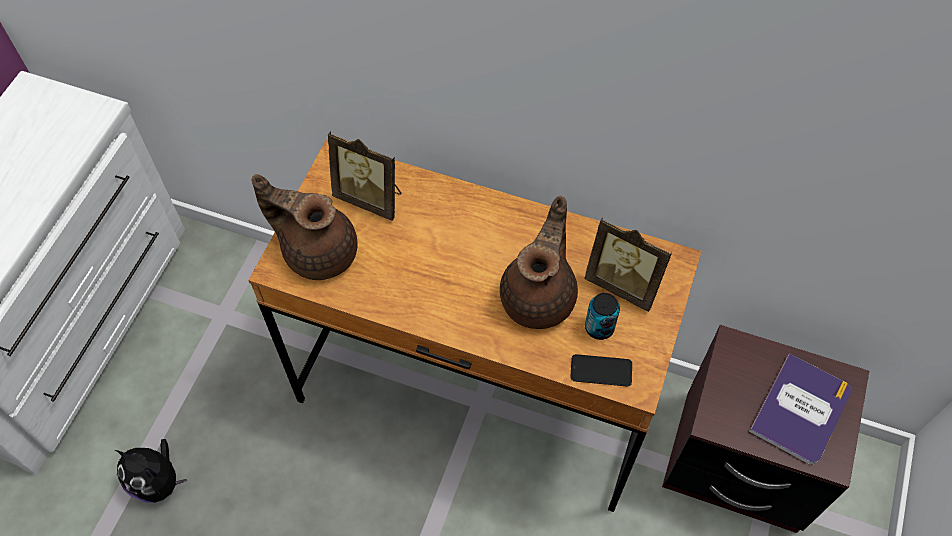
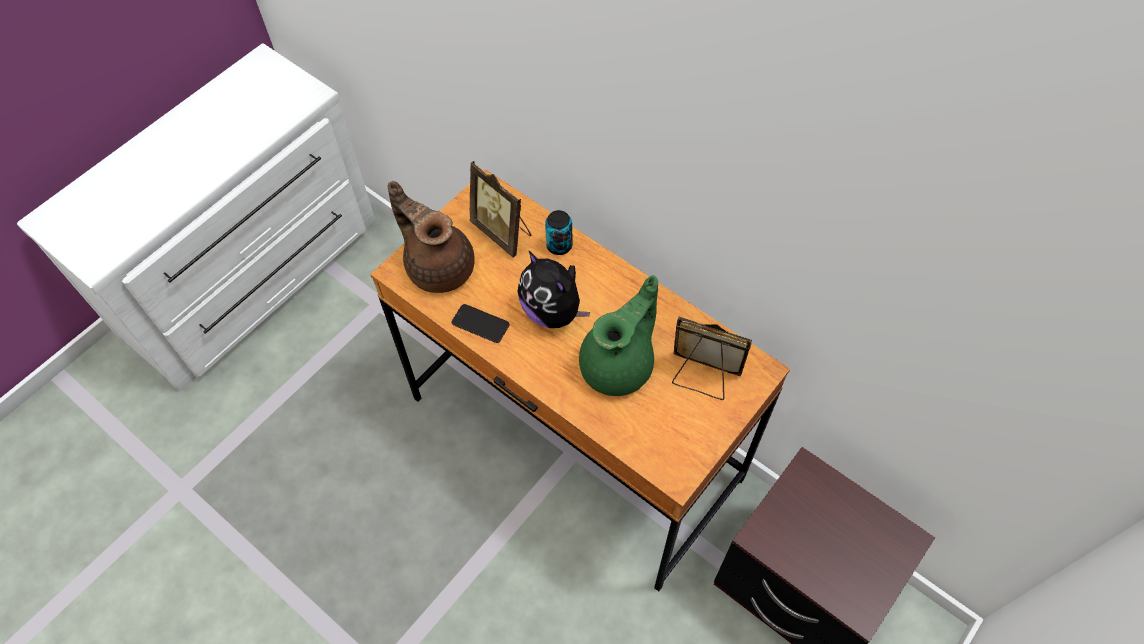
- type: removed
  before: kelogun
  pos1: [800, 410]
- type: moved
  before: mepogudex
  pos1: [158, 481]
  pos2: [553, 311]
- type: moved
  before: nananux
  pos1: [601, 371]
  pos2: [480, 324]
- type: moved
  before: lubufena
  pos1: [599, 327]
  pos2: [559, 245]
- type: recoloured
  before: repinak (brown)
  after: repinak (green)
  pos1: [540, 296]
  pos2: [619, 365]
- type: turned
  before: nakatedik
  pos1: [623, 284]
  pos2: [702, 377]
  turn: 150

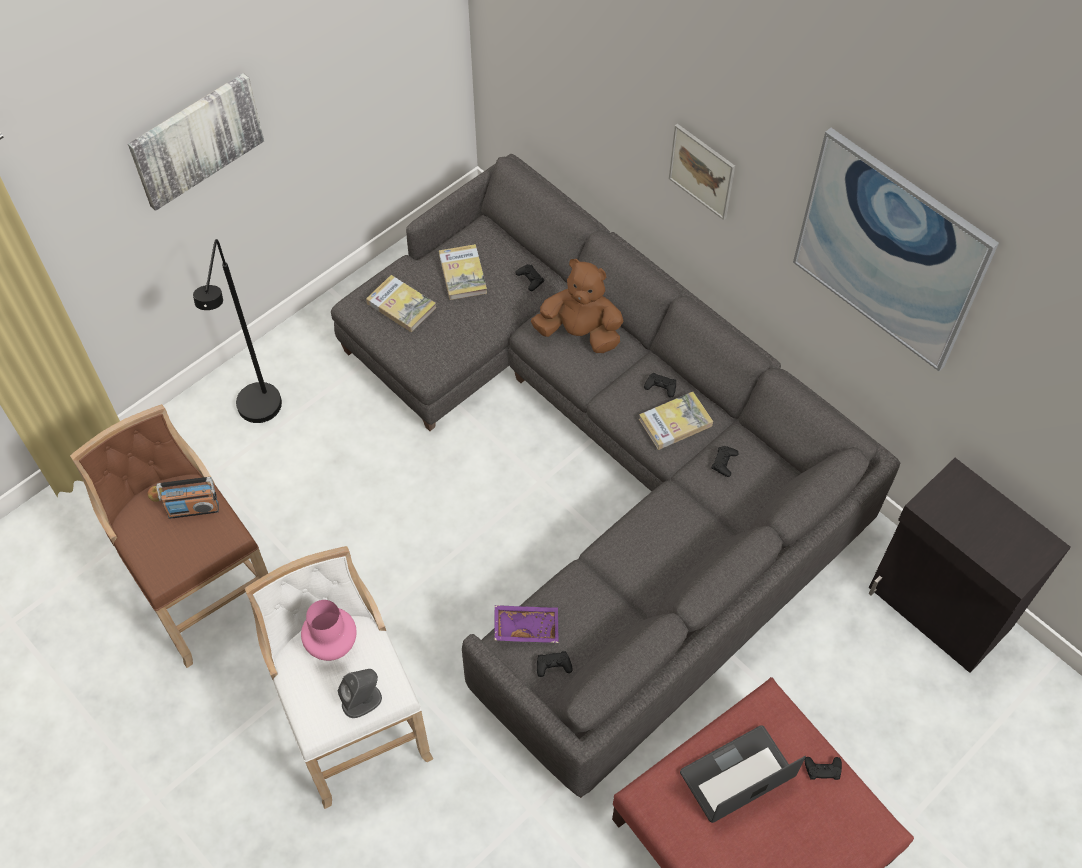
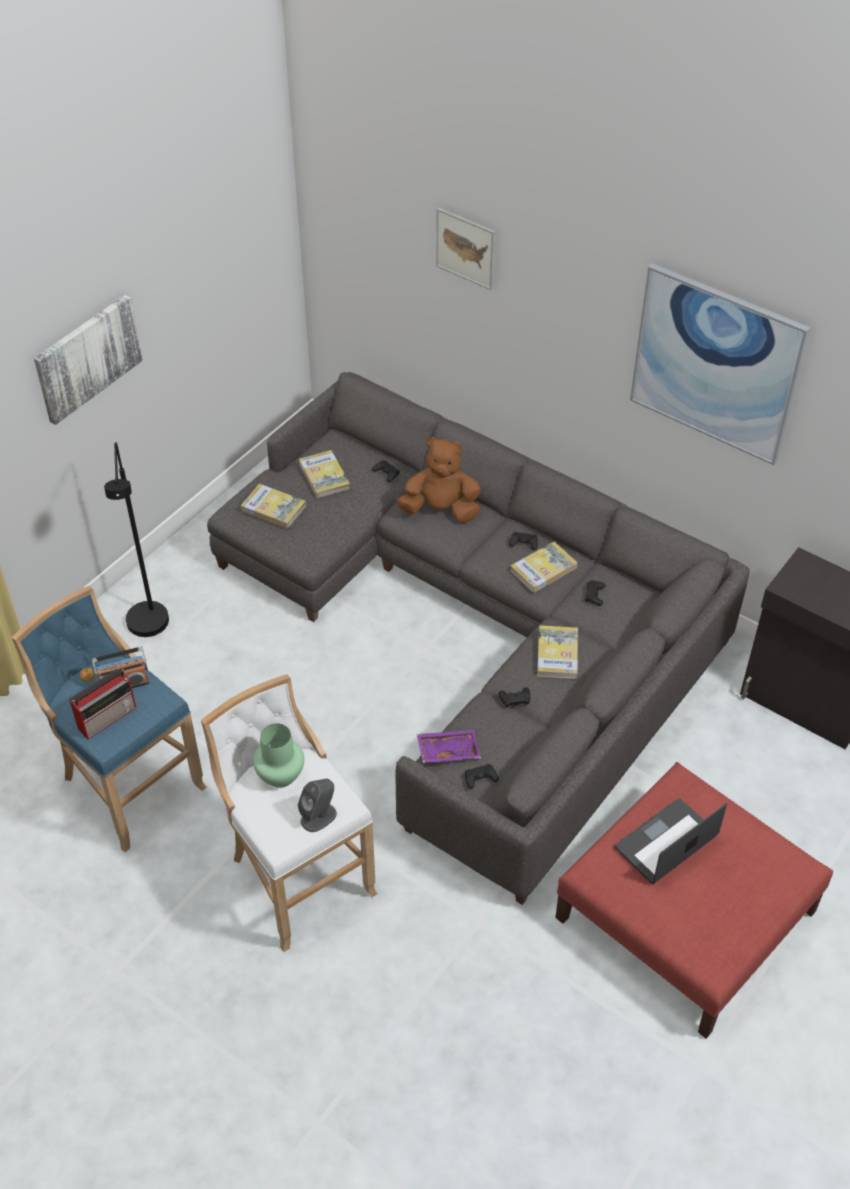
- type: added
  after: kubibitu
  pos2: [108, 717]
- type: added
  after: kelogun
  pos2: [557, 654]
- type: moved
  before: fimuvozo
  pos1: [702, 171]
  pos2: [465, 248]
- type: moved
  before: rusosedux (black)
  pos1: [822, 769]
  pos2: [515, 698]
- type: recoloured
  before: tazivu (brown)
  after: tazivu (blue)
  pos1: [204, 590]
  pos2: [128, 784]
- type: recoloured
  before: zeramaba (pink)
  after: zeramaba (green)
  pos1: [332, 643]
  pos2: [280, 774]

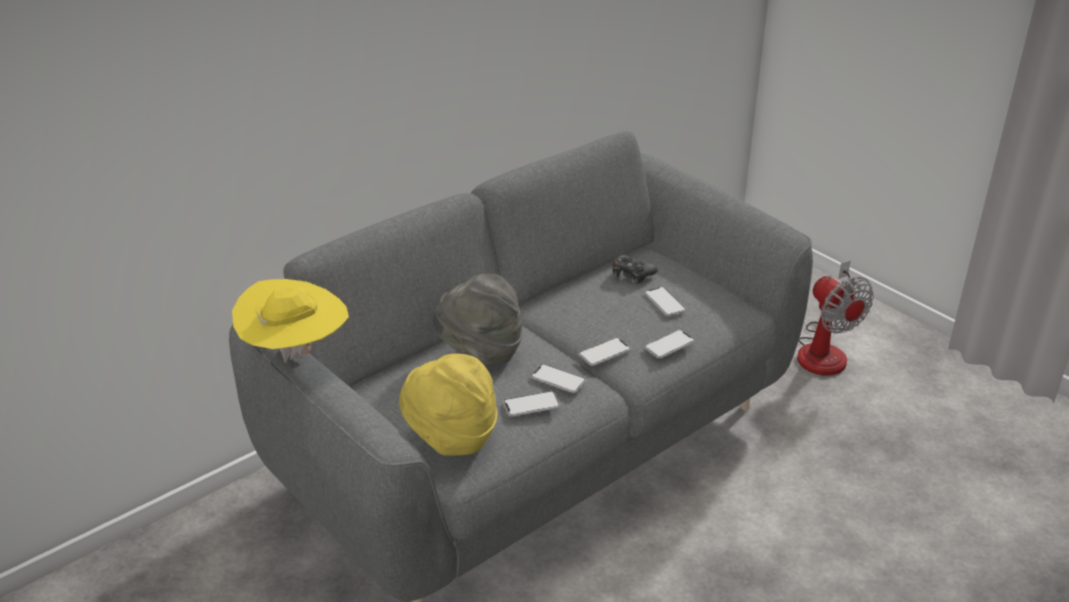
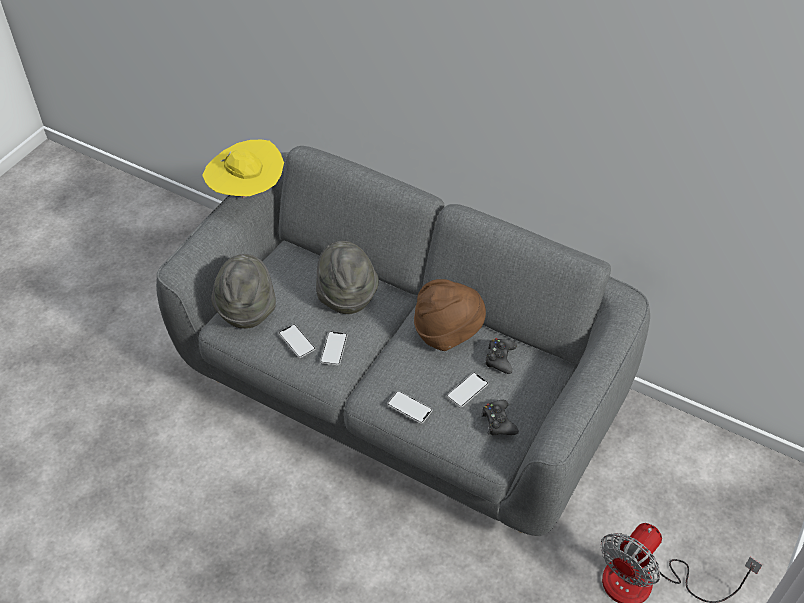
- type: removed
  before: nananux
  pos1: [604, 352]
- type: added
  after: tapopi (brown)
  pos2: [447, 333]
- type: added
  after: rusosedux (black)
  pos2: [498, 422]
- type: recoloured
  before: tapopi (yellow)
  after: tapopi (grey)
  pos1: [451, 437]
  pos2: [246, 309]

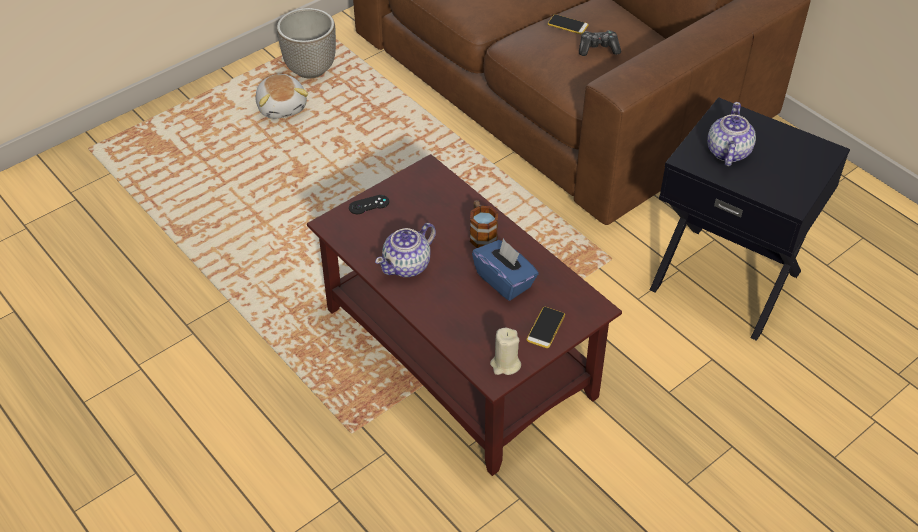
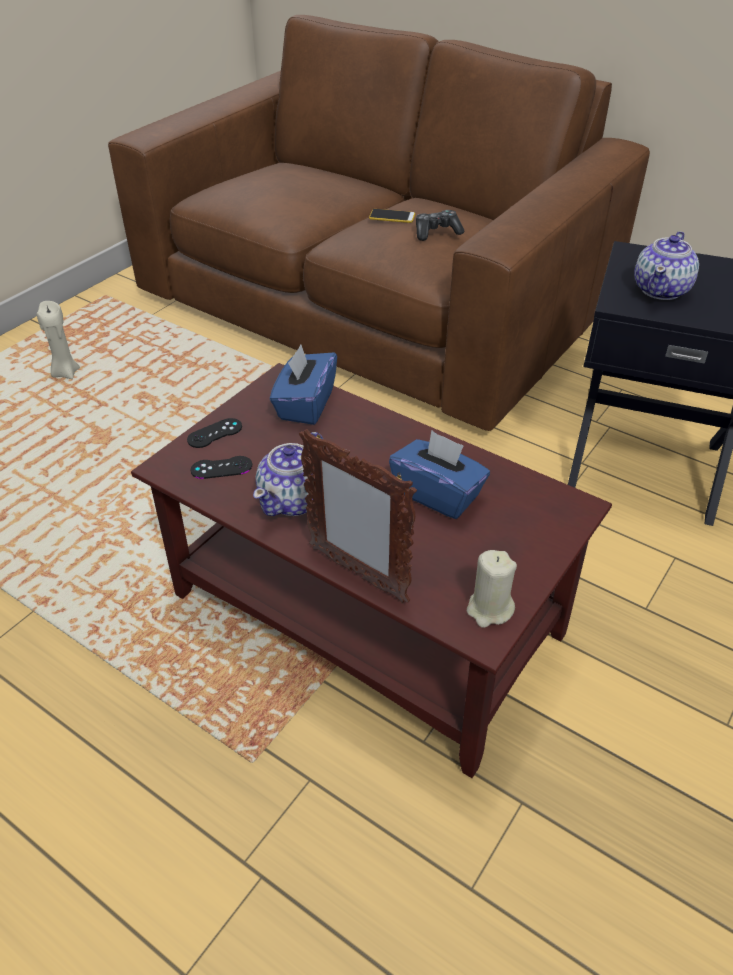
- type: removed
  before: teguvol
  pos1: [310, 69]
- type: removed
  before: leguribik
  pos1: [481, 234]
- type: removed
  before: nananux
  pos1: [545, 327]
- type: added
  after: rusosedux (black)
  pos2: [221, 468]
- type: added
  after: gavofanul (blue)
  pos2: [305, 404]
- type: added
  after: nakatedik
  pos2: [357, 574]
- type: replaced
  before: mepogudex
  after: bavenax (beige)
  pos1: [282, 106]
  pos2: [65, 373]
- type: turned
  before: repinak
  pos1: [727, 152]
  pos2: [661, 290]
  turn: -150

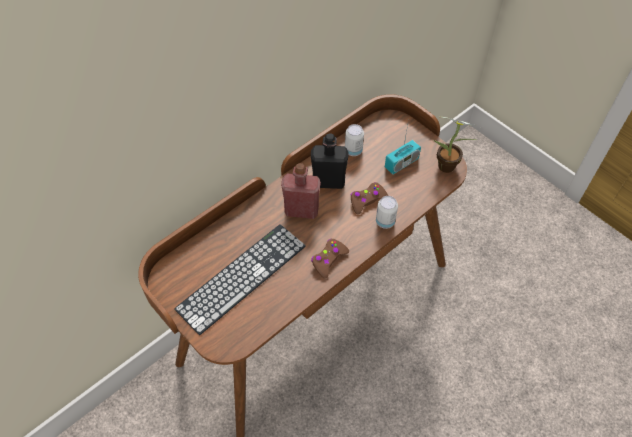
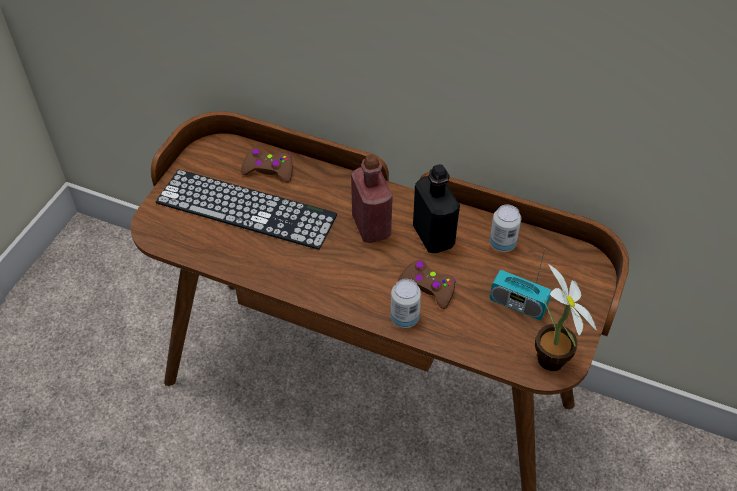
- type: moved
  before: rusosedux (brown)
  pos1: [328, 260]
  pos2: [268, 170]

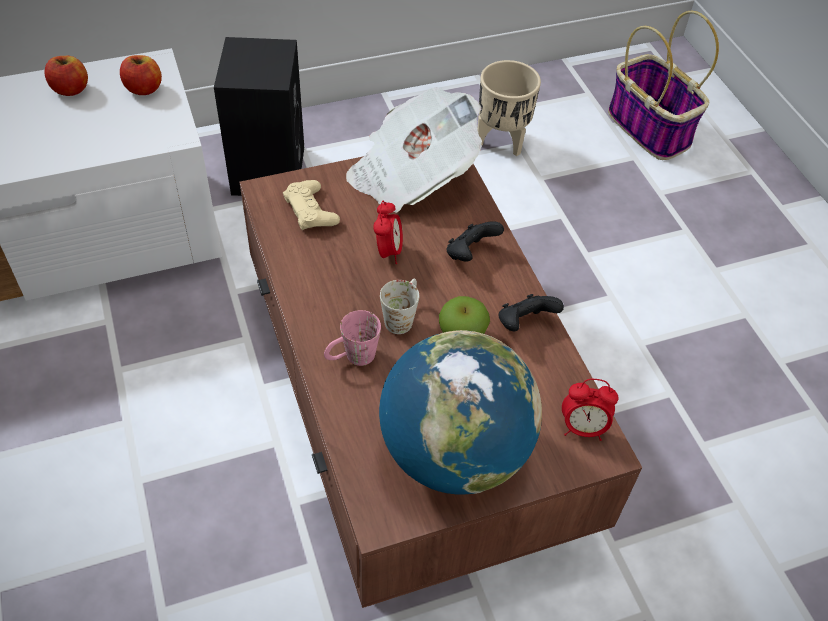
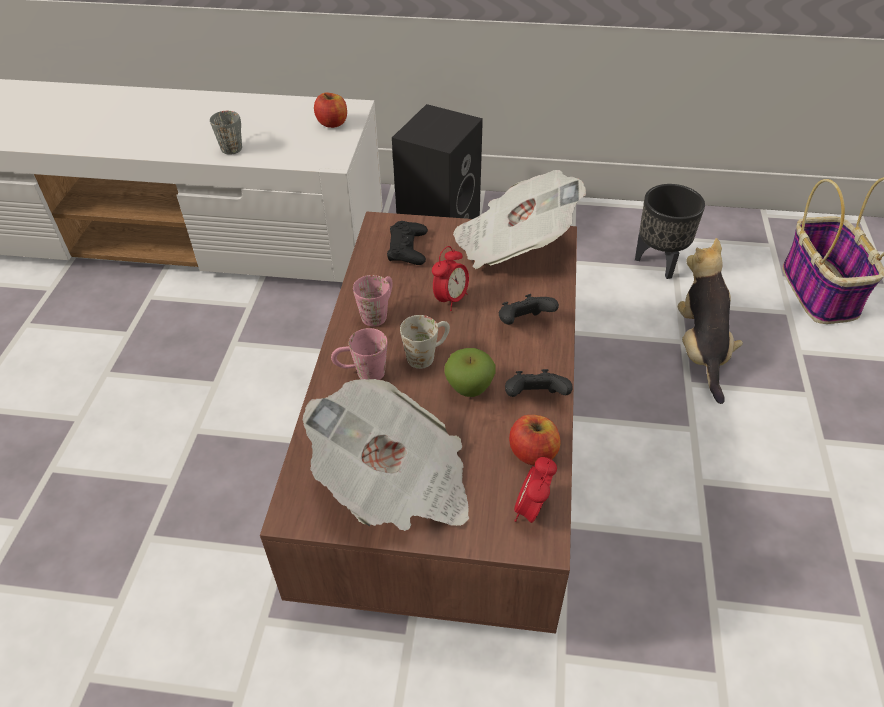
- type: added
  after: leguribik (grey)
  pos2: [234, 145]
- type: added
  after: leguribik (pink)
  pos2: [378, 312]
- type: added
  after: mepogudex
  pos2: [700, 350]
- type: moved
  before: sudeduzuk
  pos1: [71, 89]
  pos2: [533, 453]
- type: replaced
  before: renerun
  after: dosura
  pos1: [453, 452]
  pos2: [396, 483]
- type: recoloured
  before: rusosedux (beige)
  after: rusosedux (black)
  pos1: [311, 210]
  pos2: [408, 248]
- type: recoloured
  before: teguvol (beige)
  after: teguvol (black)
  pos1: [502, 141]
  pos2: [660, 262]
- type: turned
  before: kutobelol
  pos1: [583, 428]
  pos2: [531, 510]
  turn: 75

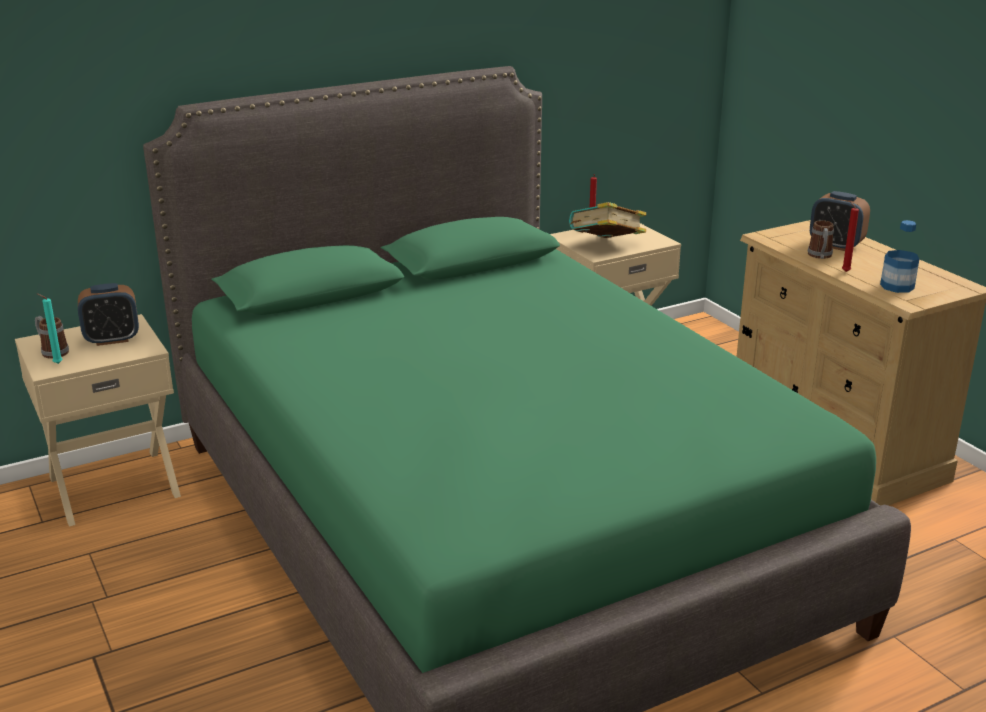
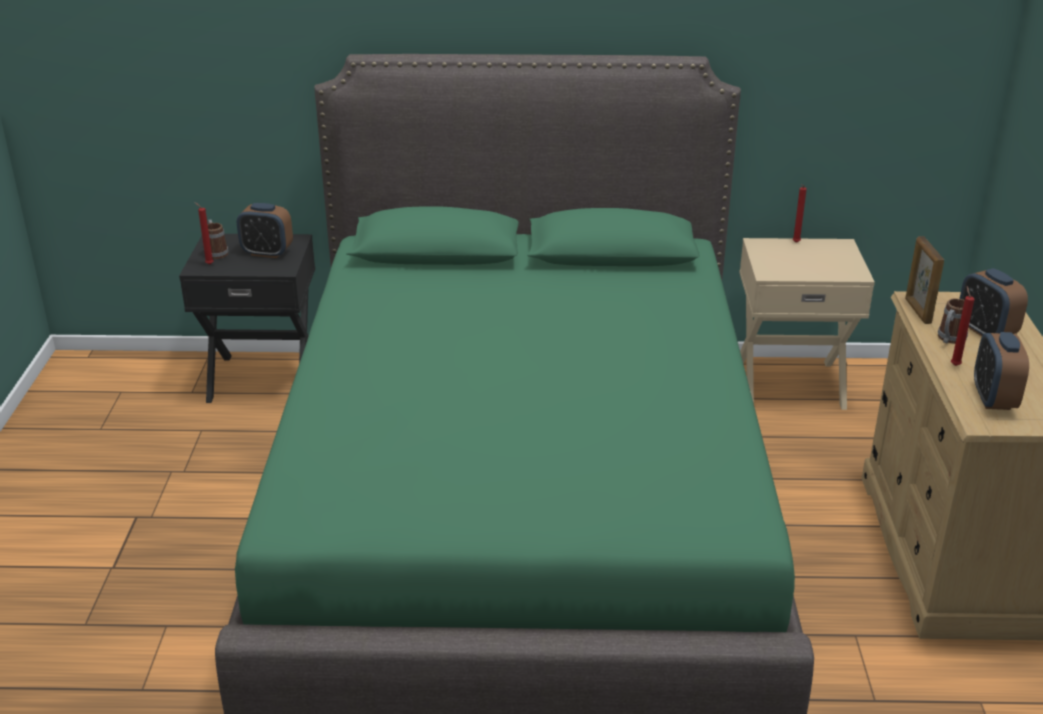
- type: removed
  before: kelogun
  pos1: [606, 246]
- type: added
  after: nakatedik
  pos2: [917, 311]
- type: replaced
  before: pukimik
  after: kutobelol
  pos1: [897, 286]
  pos2: [993, 399]
- type: recoloured
  before: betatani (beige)
  after: betatani (black)
  pos1: [114, 485]
  pos2: [264, 378]
- type: recoloured
  before: bavenax (turquoise)
  after: bavenax (red)
  pos1: [56, 364]
  pos2: [208, 264]

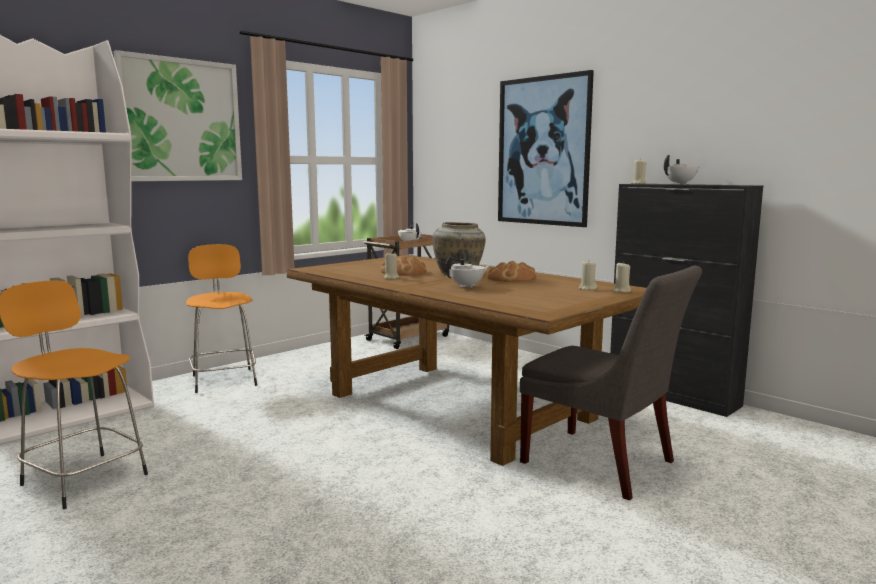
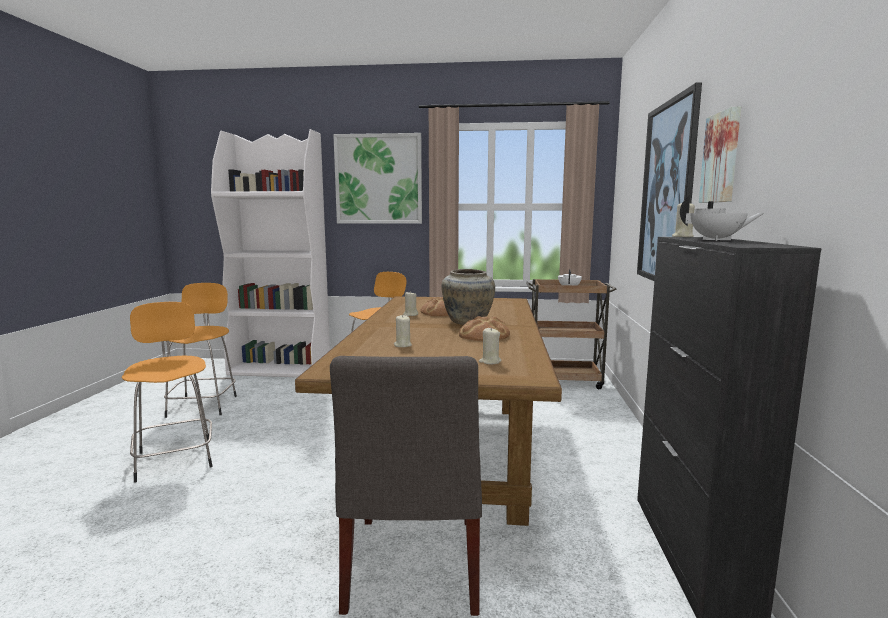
- type: removed
  before: repinak (white)
  pos1: [467, 286]
- type: added
  after: tazivu (orange)
  pos2: [175, 458]
- type: added
  after: fimuvozo
  pos2: [722, 158]
- type: moved
  before: bavenax (beige)
  pos1: [621, 291]
  pos2: [402, 345]

